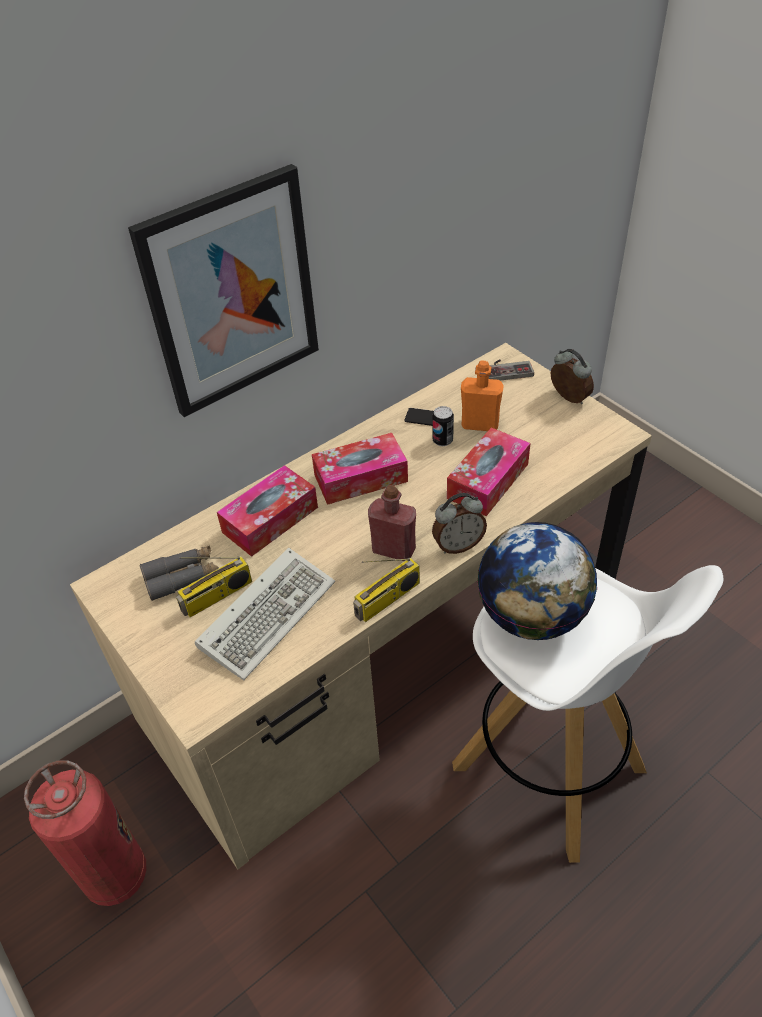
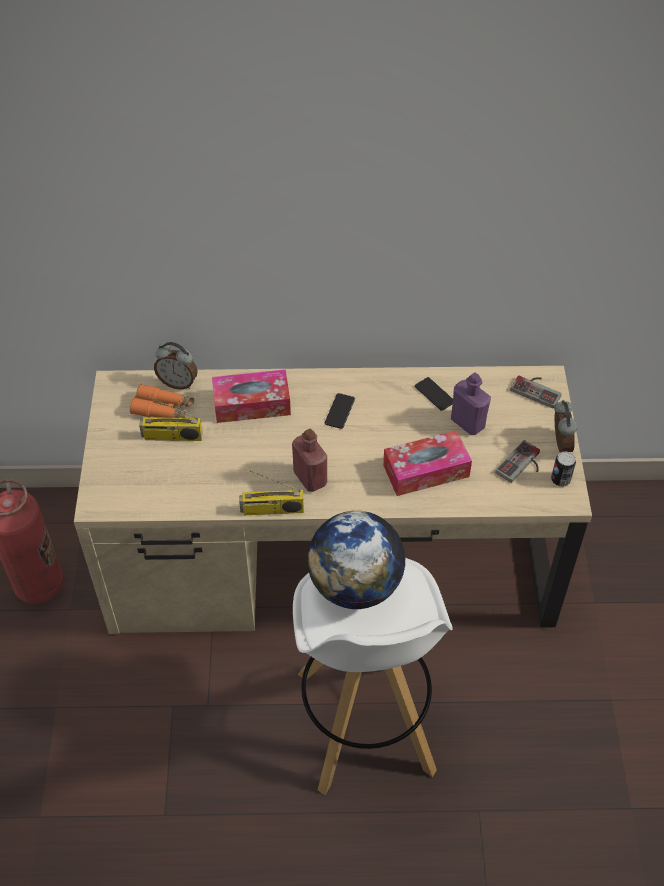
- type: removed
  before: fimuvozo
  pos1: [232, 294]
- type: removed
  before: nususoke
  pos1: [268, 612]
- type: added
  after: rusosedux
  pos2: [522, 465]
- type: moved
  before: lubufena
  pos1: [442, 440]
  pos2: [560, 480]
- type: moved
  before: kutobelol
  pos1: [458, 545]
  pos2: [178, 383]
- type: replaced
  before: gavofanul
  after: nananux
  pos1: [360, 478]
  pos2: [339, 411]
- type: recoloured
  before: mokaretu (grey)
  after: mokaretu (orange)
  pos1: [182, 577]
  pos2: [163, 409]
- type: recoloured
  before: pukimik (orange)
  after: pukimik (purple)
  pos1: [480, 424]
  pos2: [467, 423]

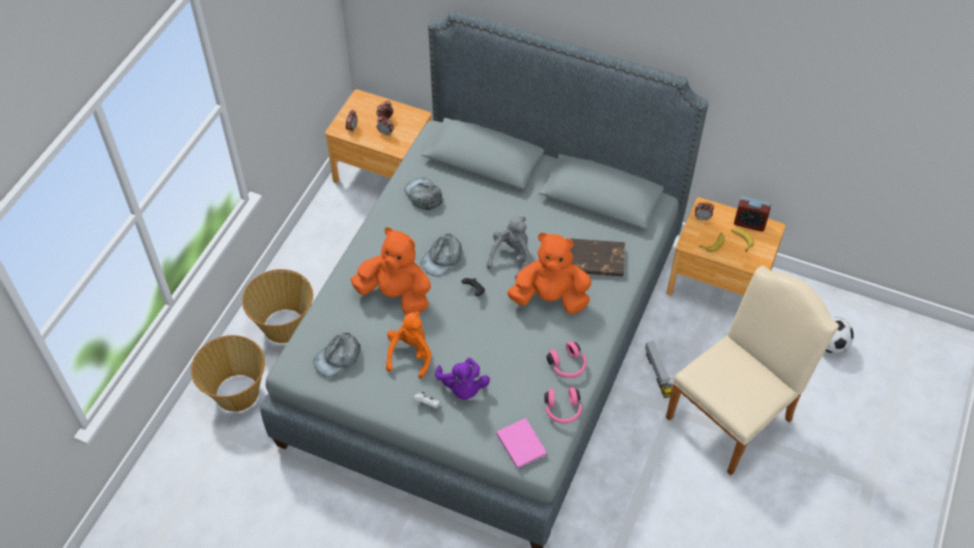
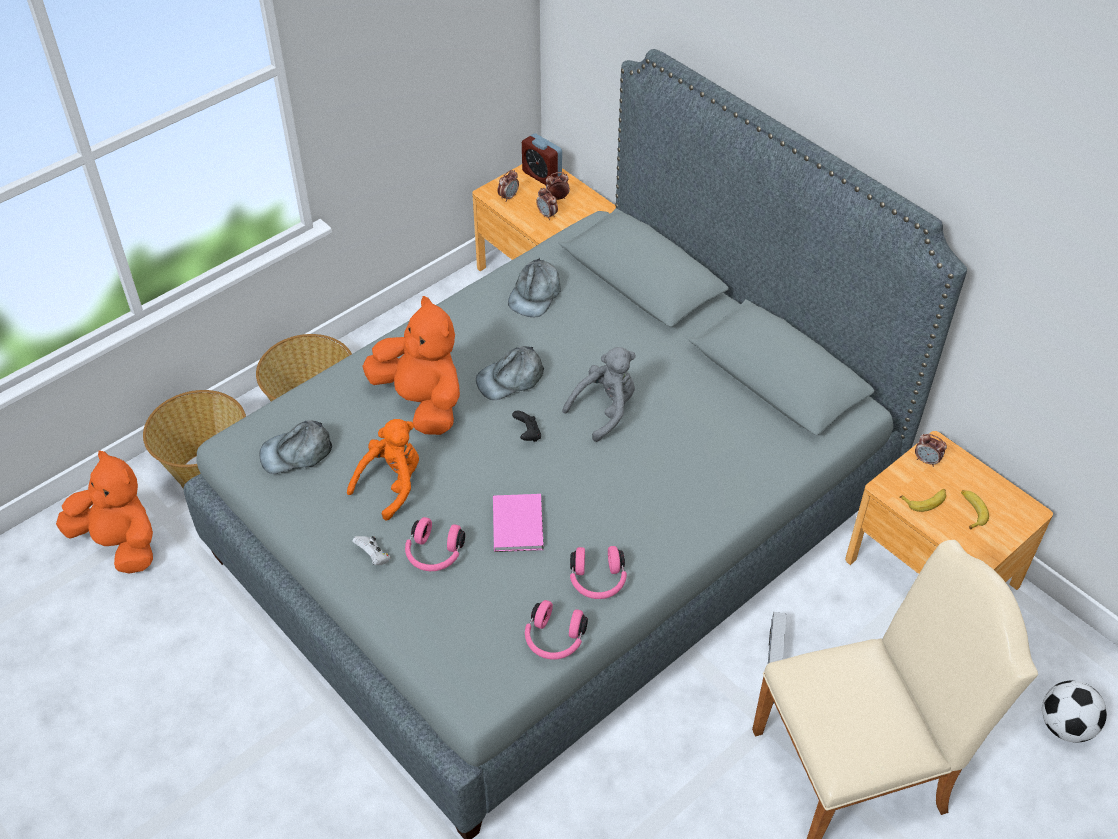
- type: removed
  before: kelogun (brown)
  pos1: [595, 260]
- type: moved
  before: kelogun (pink)
  pos1: [521, 443]
  pos2: [519, 523]
- type: moved
  before: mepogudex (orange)
  pos1: [550, 298]
  pos2: [120, 543]
- type: moved
  before: kutobelol
  pos1: [749, 223]
  pos2: [542, 175]
- type: replaced
  before: mepogudex (purple)
  after: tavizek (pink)
  pos1: [463, 388]
  pos2: [434, 554]
- type: turned
  before: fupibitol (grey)
  pos1: [423, 195]
  pos2: [535, 294]
  turn: -150

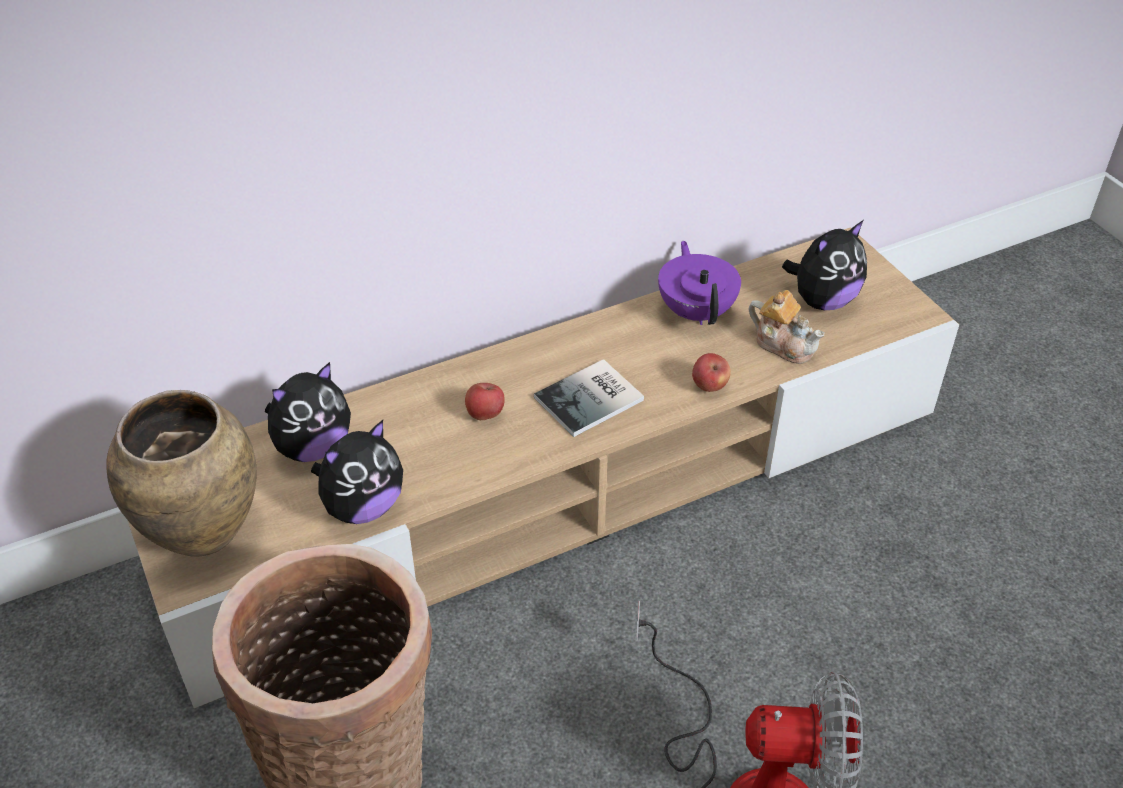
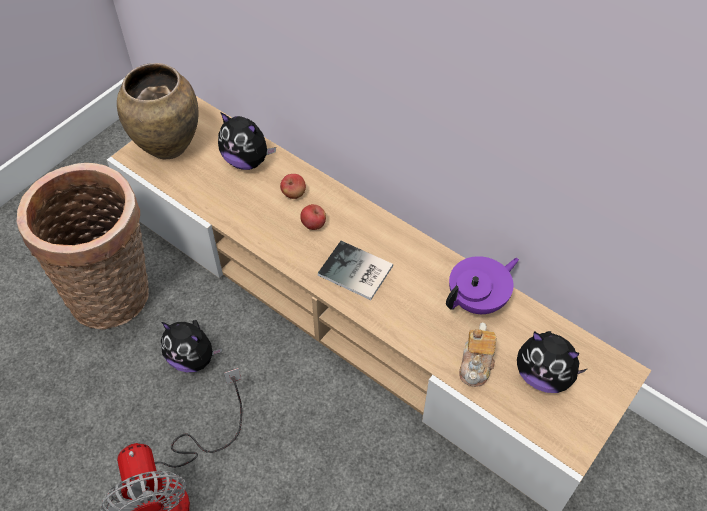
- type: moved
  before: mepogudex
  pos1: [362, 507]
  pos2: [193, 358]
- type: moved
  before: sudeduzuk
  pos1: [709, 386]
  pos2: [294, 194]

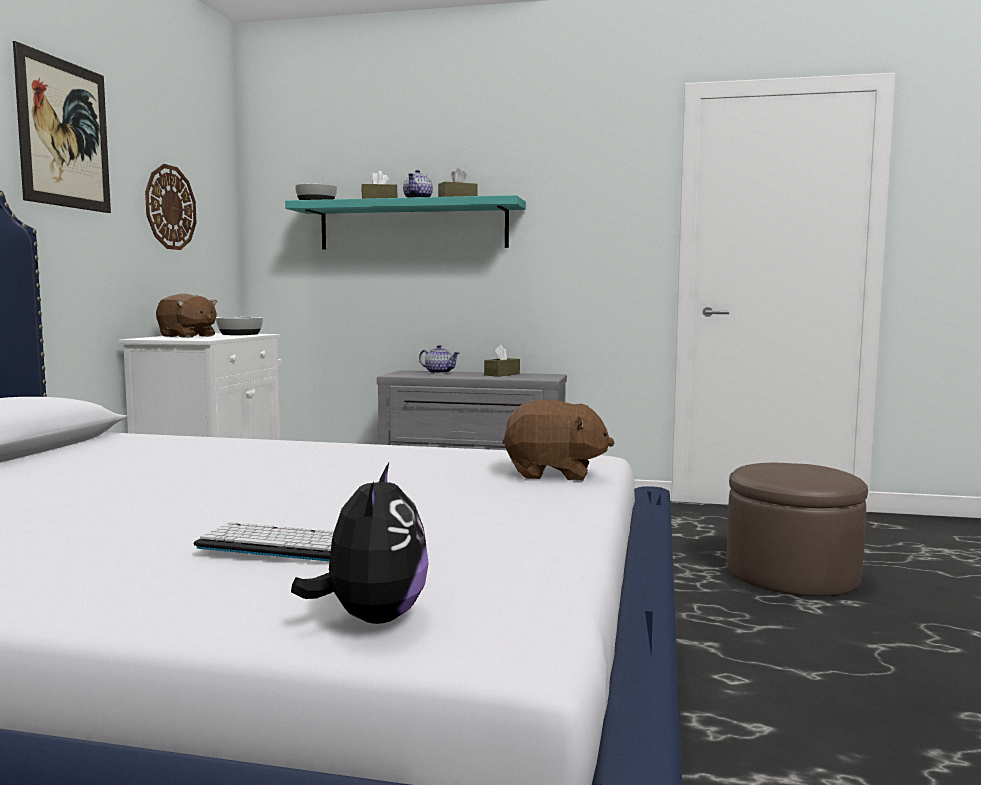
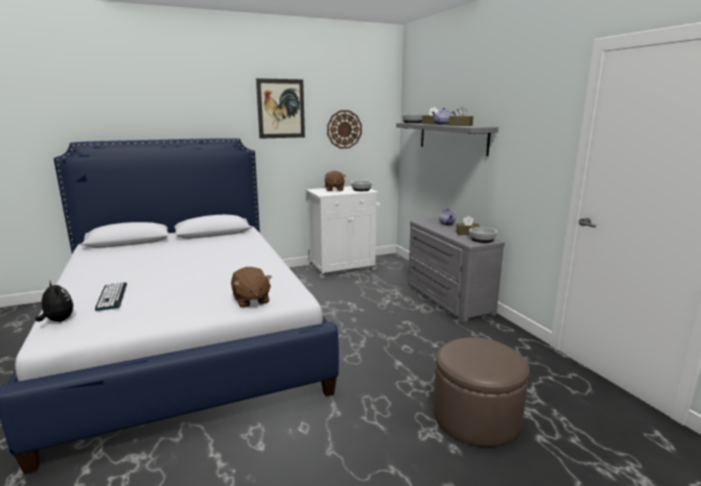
- type: added
  after: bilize
  pos2: [482, 240]
- type: recoloured
  before: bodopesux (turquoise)
  after: bodopesux (grey)
  pos1: [413, 226]
  pos2: [452, 137]
- type: turned
  before: mepogudex
  pos1: [371, 618]
  pos2: [58, 321]
  turn: -105

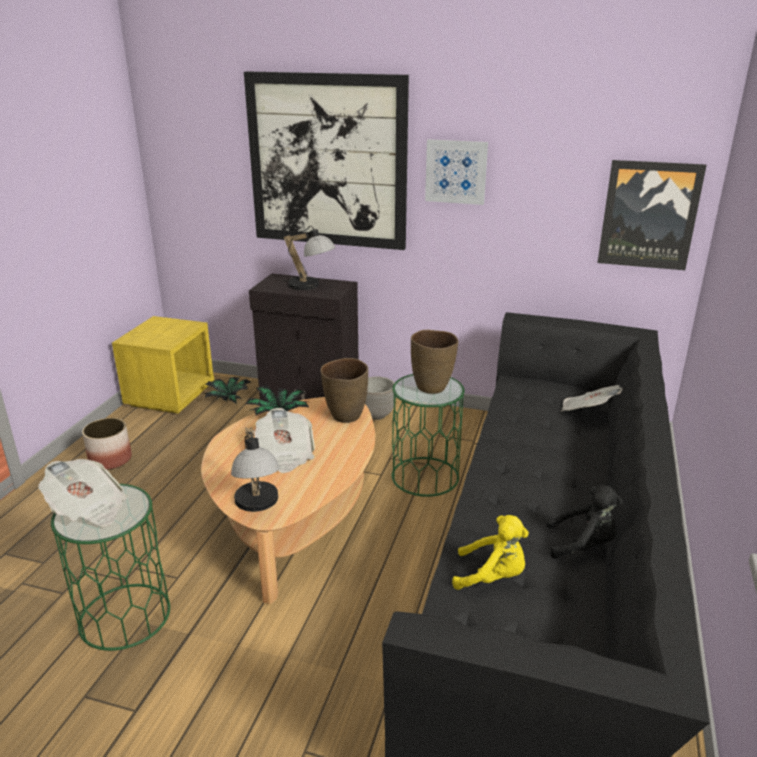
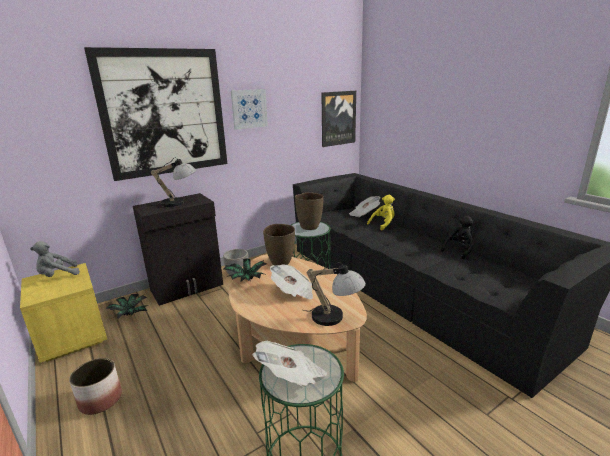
- type: added
  after: mepogudex (grey)
  pos2: [58, 275]
- type: moved
  before: mepogudex (yellow)
  pos1: [492, 577]
  pos2: [383, 224]

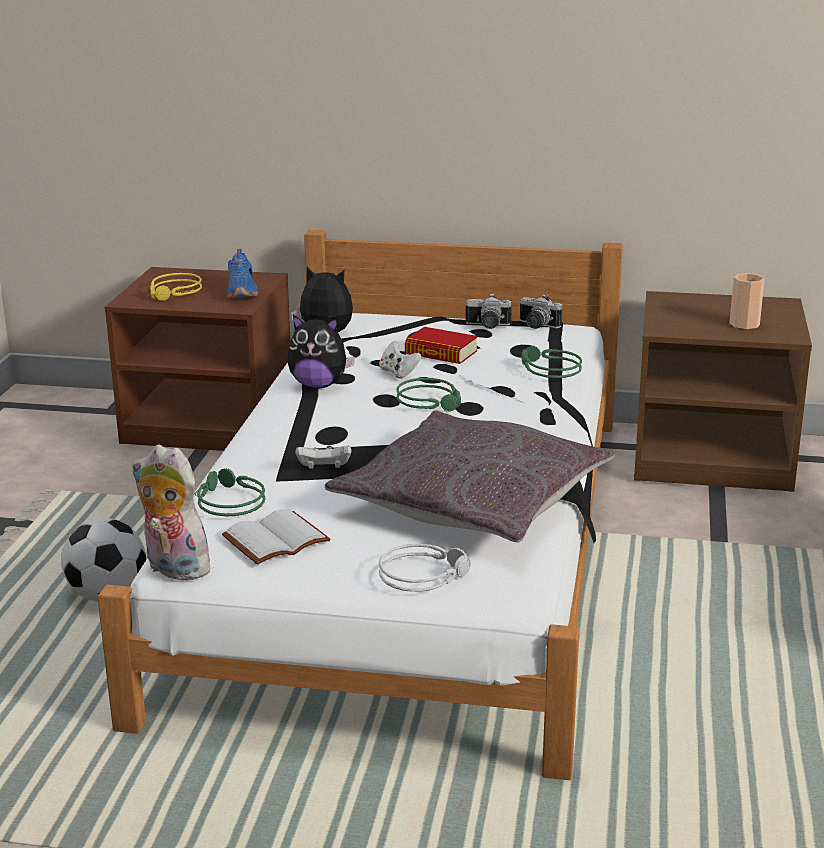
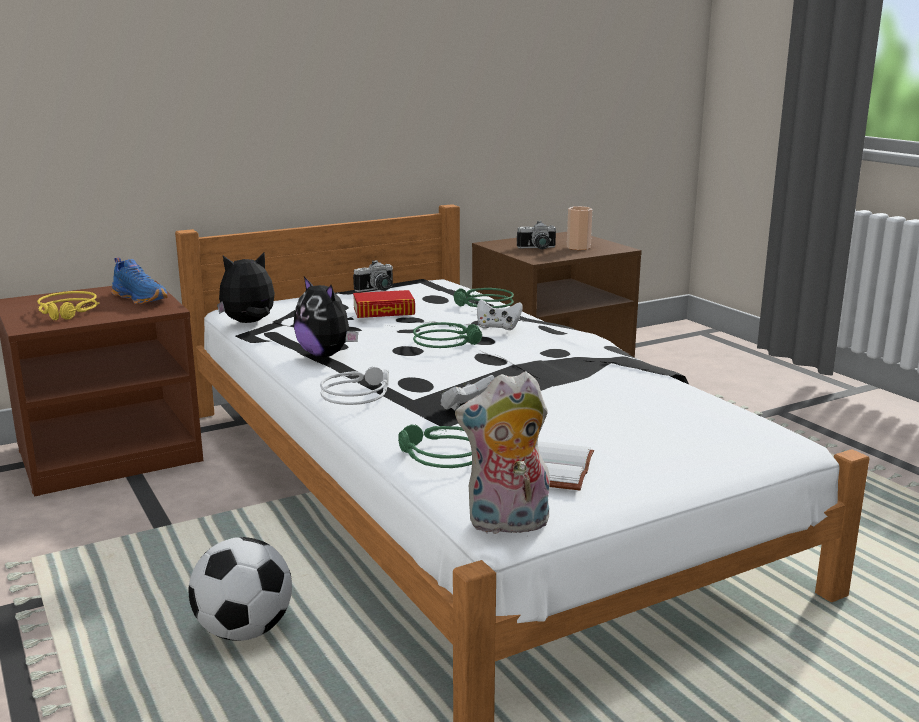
- type: removed
  before: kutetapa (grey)
  pos1: [472, 500]
- type: moved
  before: rusosedux (white)
  pos1: [398, 373]
  pos2: [498, 327]
- type: moved
  before: tavizek (grey)
  pos1: [424, 574]
  pos2: [356, 394]
- type: moved
  before: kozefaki
  pos1: [536, 326]
  pos2: [537, 248]
- type: turned
  before: mepogudex
  pos1: [319, 385]
  pos2: [326, 354]
  turn: 75

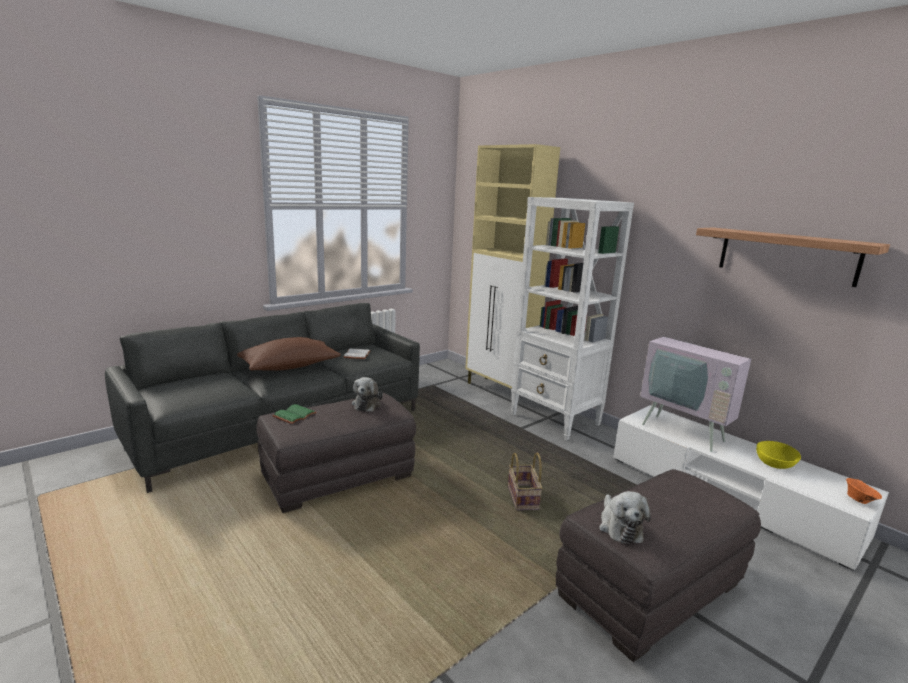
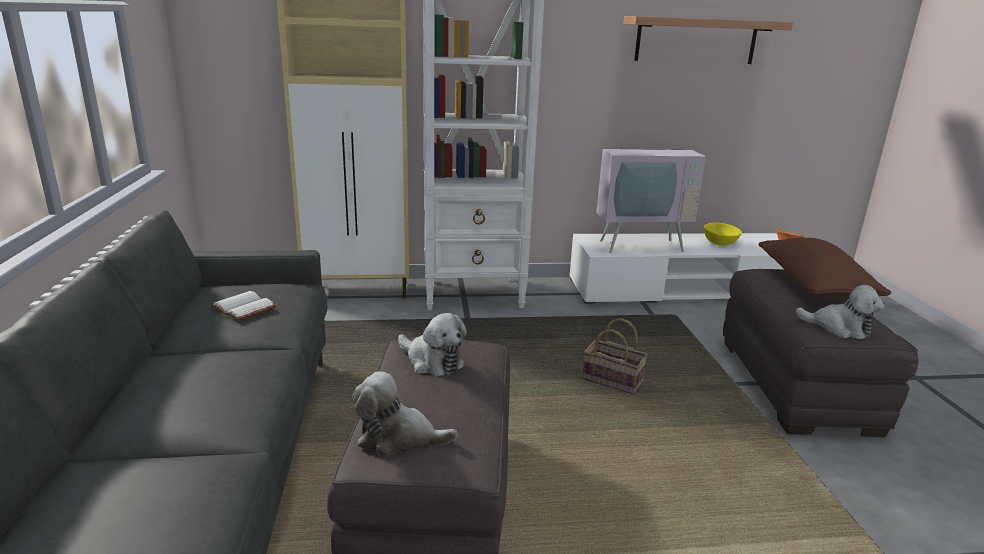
- type: moved
  before: kutetapa (brown)
  pos1: [290, 367]
  pos2: [814, 285]
- type: replaced
  before: kelogun (green)
  after: mepogudex
  pos1: [295, 416]
  pos2: [398, 438]

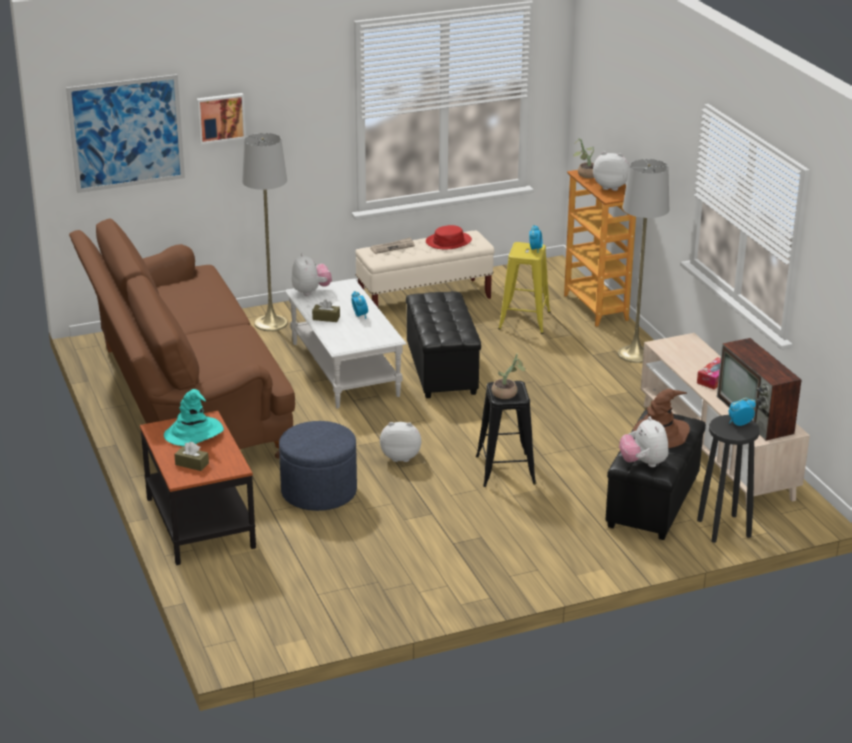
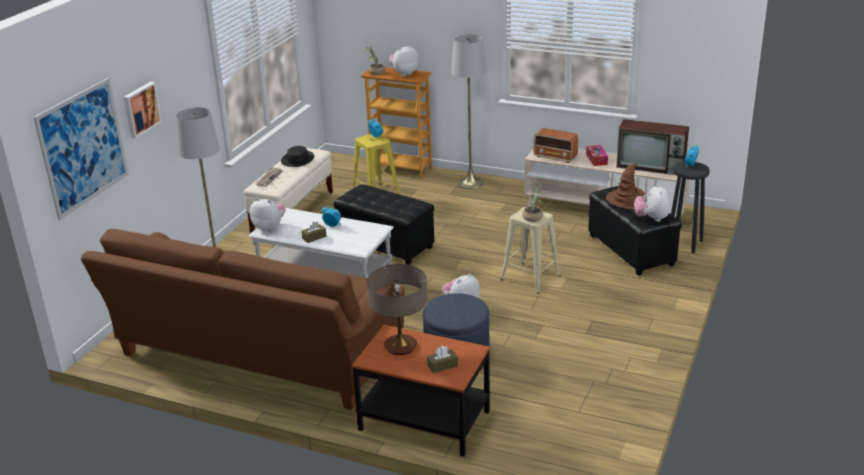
- type: added
  after: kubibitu
  pos2: [555, 157]
- type: replaced
  before: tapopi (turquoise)
  after: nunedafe
  pos1: [194, 433]
  pos2: [400, 347]
- type: recoloured
  before: tapopi (red)
  after: tapopi (black)
  pos1: [448, 241]
  pos2: [297, 159]
- type: recoloured
  before: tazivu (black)
  after: tazivu (beige)
  pos1: [505, 470]
  pos2: [530, 278]
- type: turned
  before: mepogudex
  pos1: [643, 463]
  pos2: [651, 218]
  turn: 60

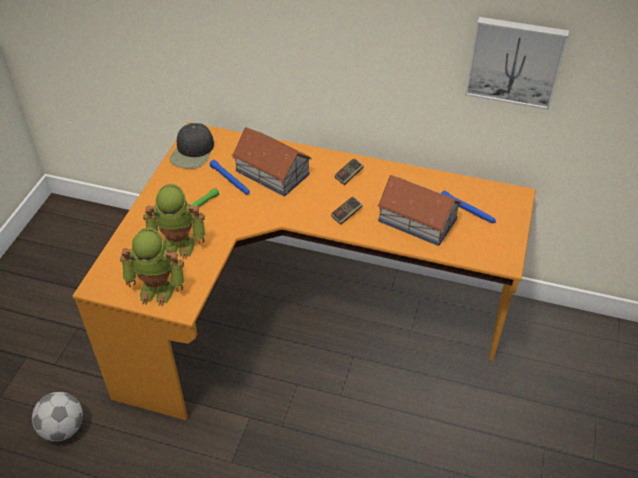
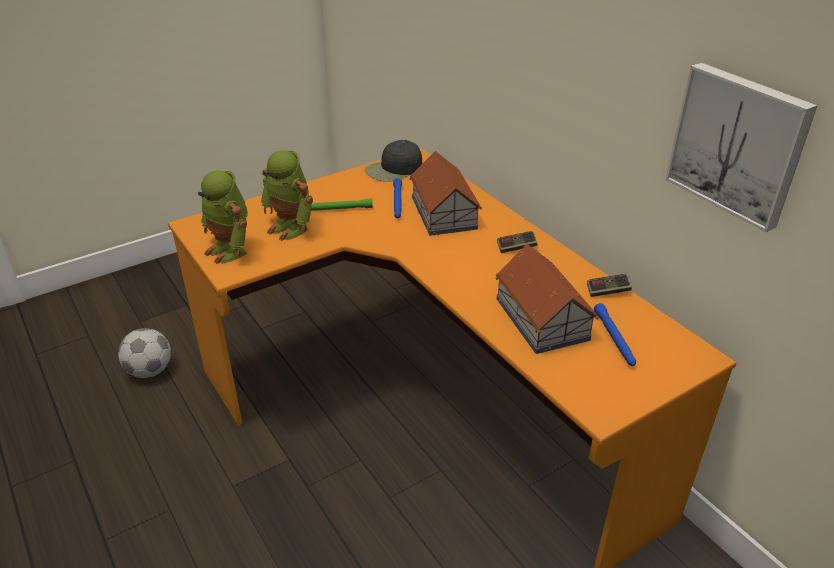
- type: moved
  before: rusosedux
  pos1: [346, 214]
  pos2: [607, 291]

